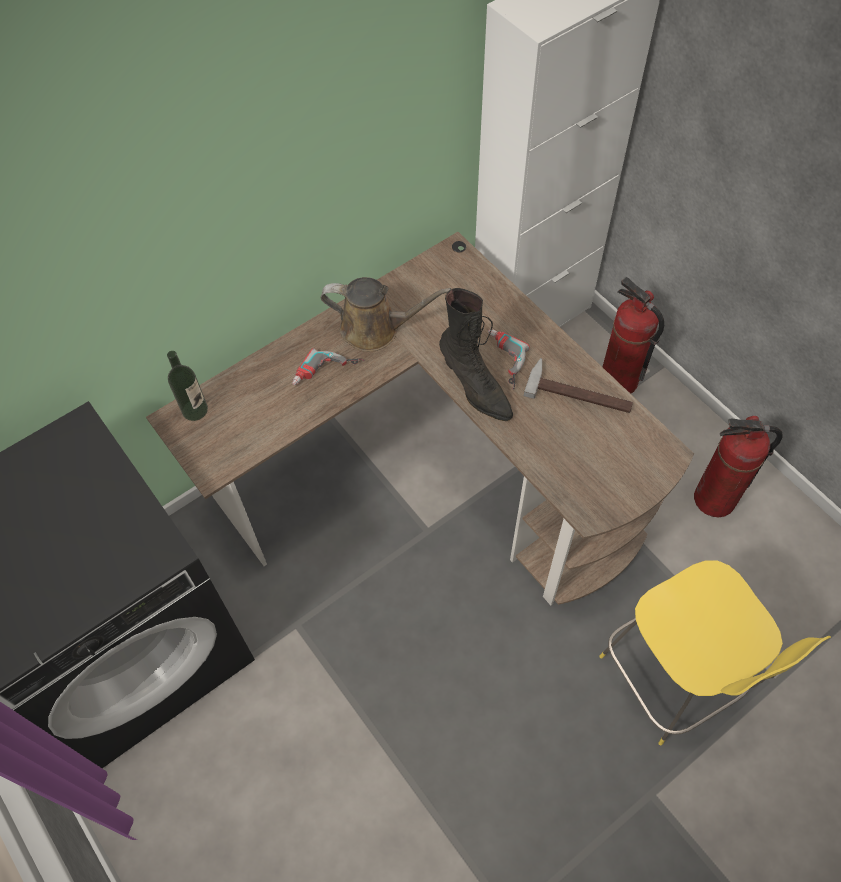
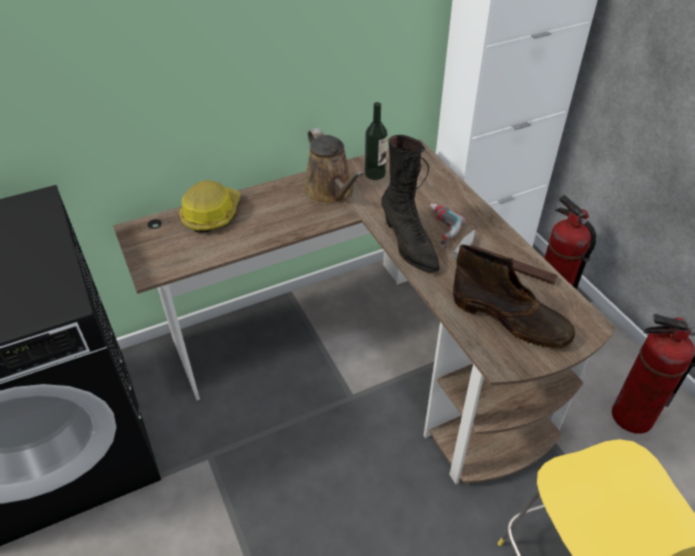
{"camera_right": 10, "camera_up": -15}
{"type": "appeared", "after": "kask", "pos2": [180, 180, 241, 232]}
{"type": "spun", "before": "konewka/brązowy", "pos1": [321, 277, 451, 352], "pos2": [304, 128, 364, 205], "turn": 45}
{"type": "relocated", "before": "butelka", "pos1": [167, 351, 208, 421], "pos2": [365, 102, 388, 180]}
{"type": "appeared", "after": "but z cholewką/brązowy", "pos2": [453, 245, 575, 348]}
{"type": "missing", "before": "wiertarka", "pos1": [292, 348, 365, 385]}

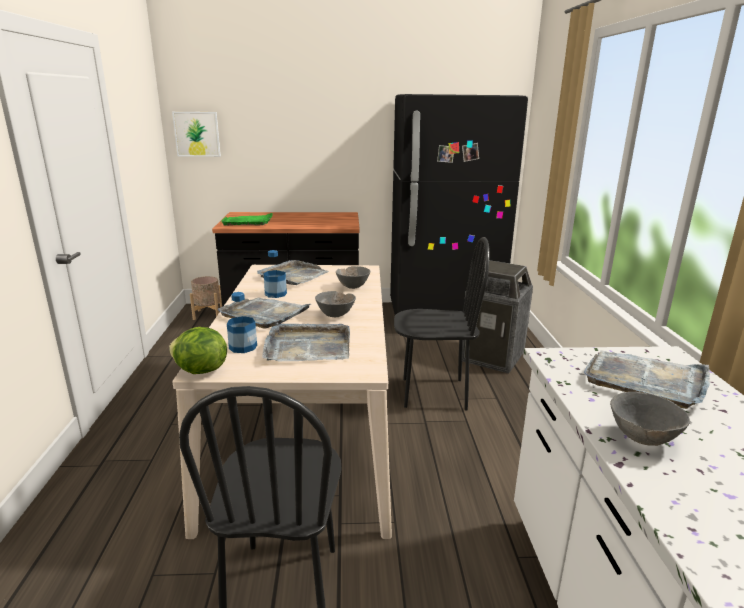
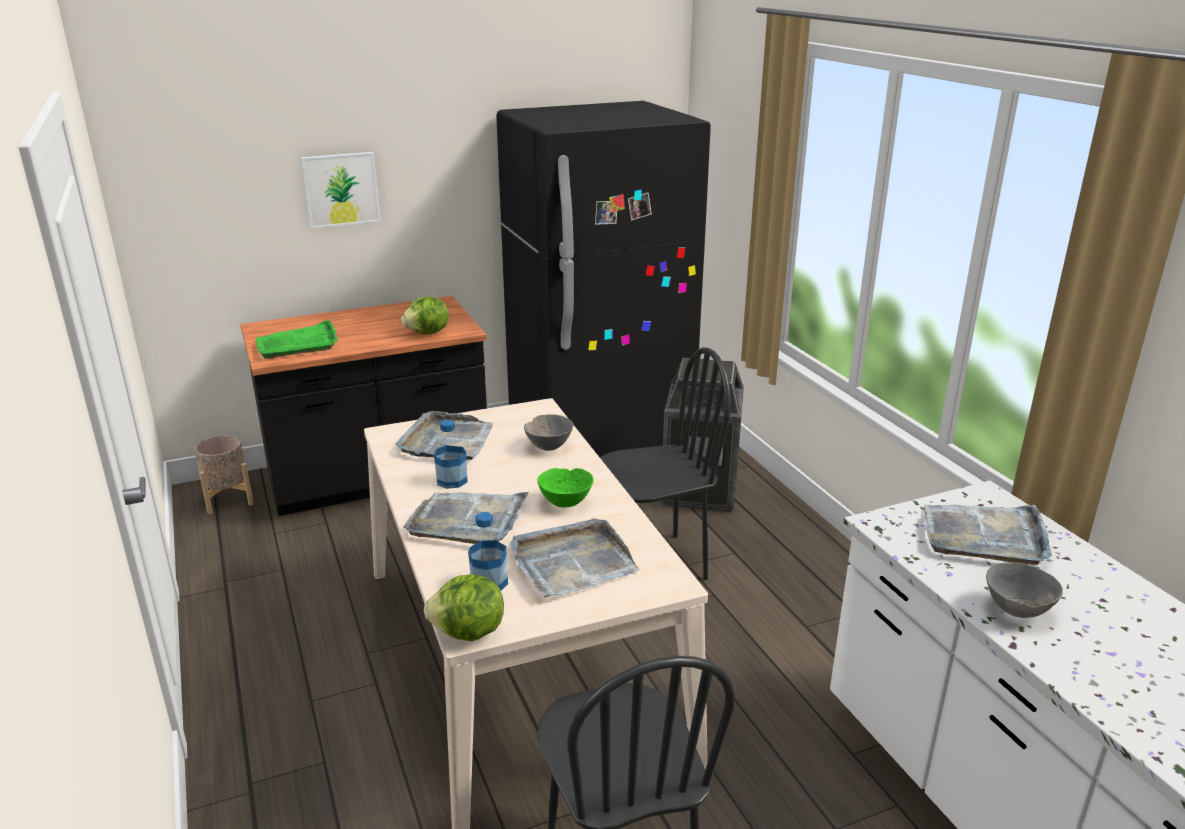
{"camera_right": -20, "camera_up": 5}
{"type": "relocated", "before": "obraz", "pos1": [172, 112, 221, 157], "pos2": [301, 152, 381, 229]}
{"type": "appeared", "after": "sałata", "pos2": [401, 296, 449, 334]}
{"type": "colour", "before": "miska/szary", "after": "miska/zielony", "pos1": [315, 291, 356, 317], "pos2": [537, 468, 594, 507]}

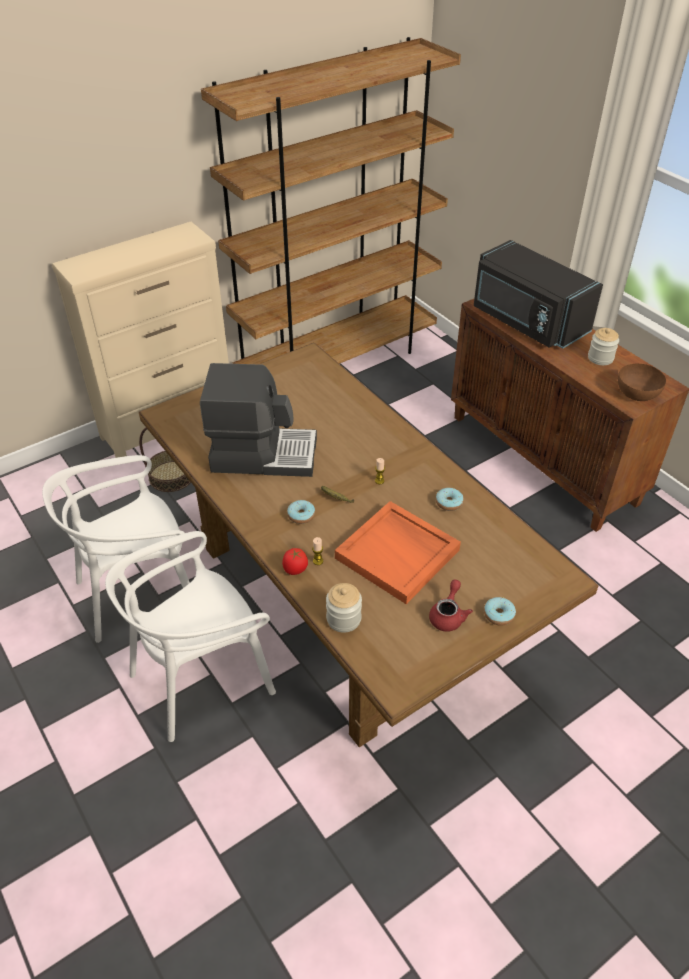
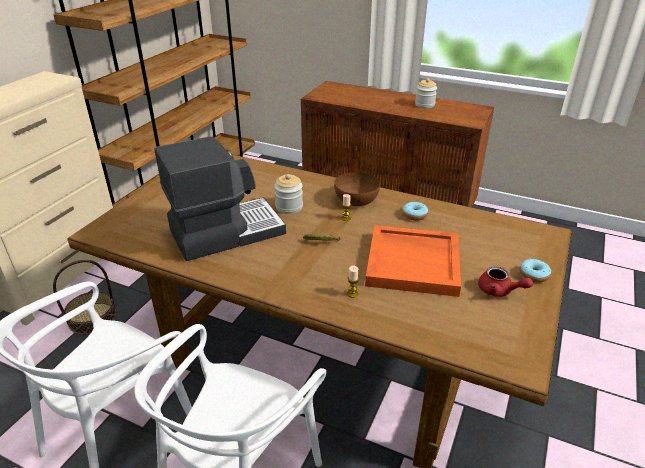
{"camera_right": -30, "camera_up": -10}
{"type": "relocated", "before": "słoik", "pos1": [326, 583, 362, 633], "pos2": [274, 174, 303, 214]}
{"type": "relocated", "before": "miska/brązowy", "pos1": [618, 364, 666, 401], "pos2": [334, 172, 380, 206]}
{"type": "spun", "before": "imbryk/czerwony", "pos1": [429, 579, 473, 632], "pos2": [478, 266, 533, 297], "turn": 135}
{"type": "missing", "before": "pomidor", "pos1": [282, 548, 308, 575]}
{"type": "missing", "before": "donut", "pos1": [287, 500, 315, 524]}
{"type": "missing", "before": "mikrofalówka/czarny", "pos1": [474, 240, 603, 349]}

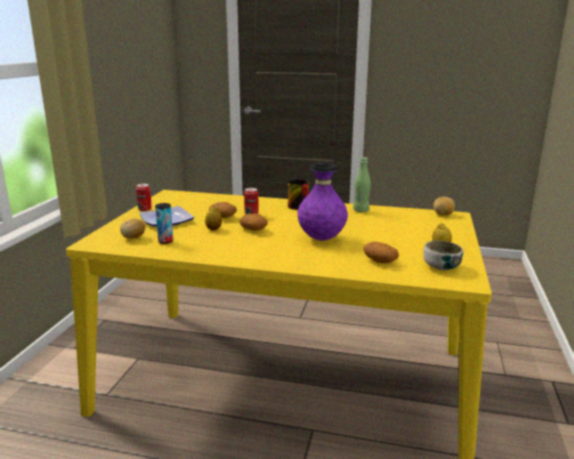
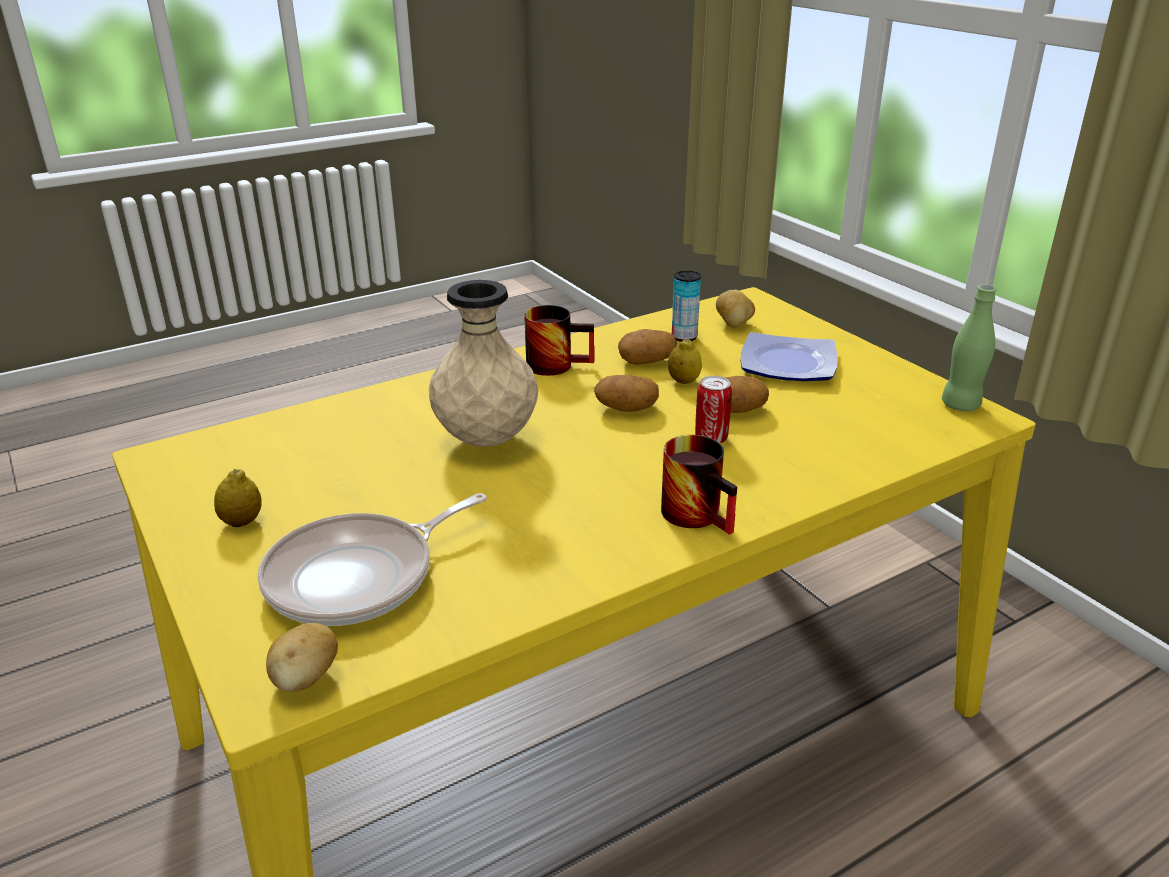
{"camera_right": 135, "camera_up": 10}
{"type": "appeared", "after": "patelnia", "pos2": [257, 493, 487, 626]}
{"type": "colour", "before": "wazon/fioletowy", "after": "wazon/beżowy", "pos1": [298, 163, 348, 241], "pos2": [429, 280, 538, 447]}
{"type": "appeared", "after": "kubek", "pos2": [524, 305, 594, 376]}
{"type": "relocated", "before": "ziemniak", "pos1": [363, 242, 399, 263], "pos2": [618, 329, 677, 365]}
{"type": "relocated", "before": "butelka/zielony", "pos1": [353, 157, 371, 212], "pos2": [942, 285, 997, 411]}
{"type": "missing", "before": "puszka", "pos1": [136, 184, 152, 212]}
{"type": "missing", "before": "miska", "pos1": [423, 241, 463, 270]}

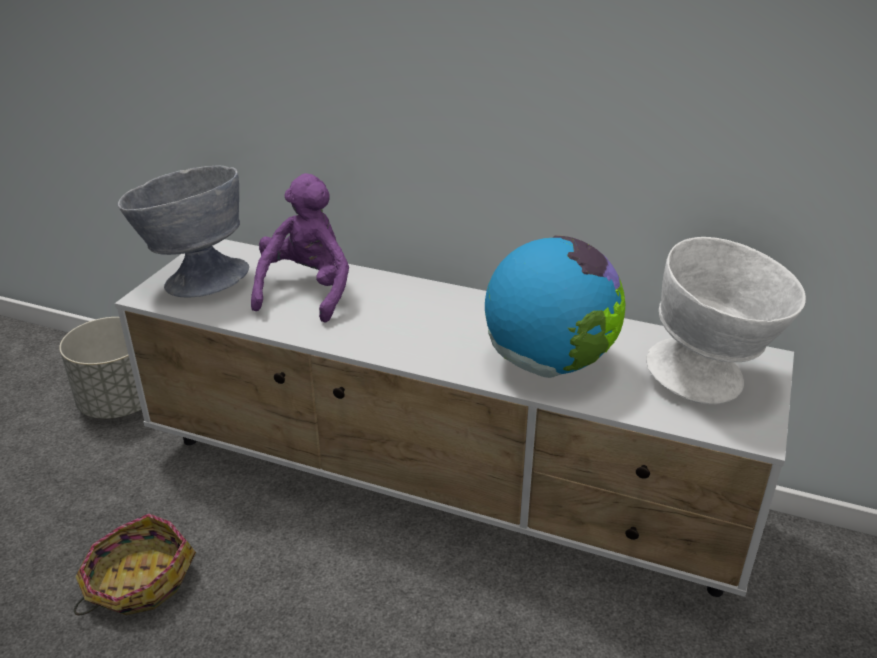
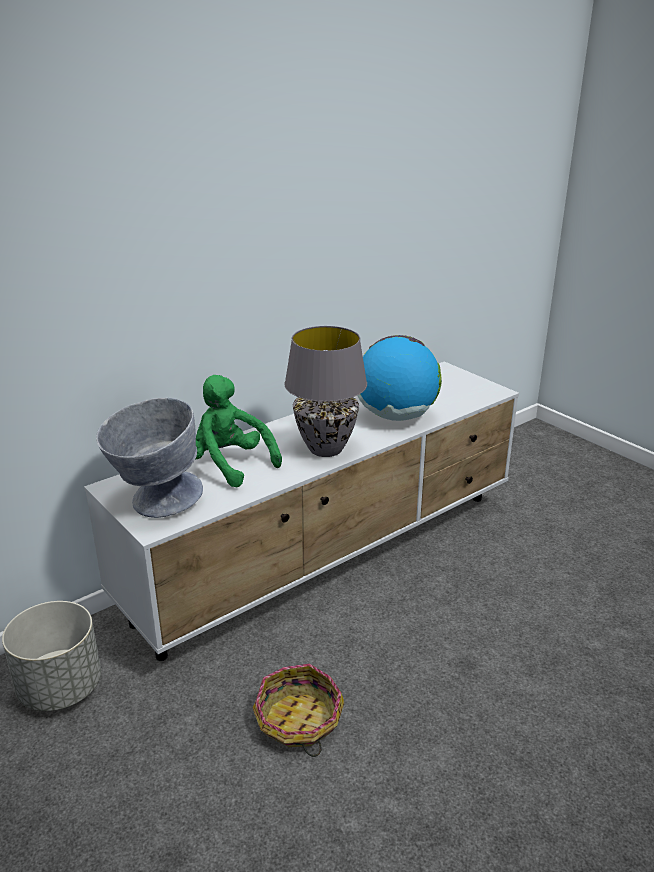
{"camera_right": -60, "camera_up": -5}
{"type": "colour", "before": "pluszak/fioletowy", "after": "pluszak/zielony", "pos1": [251, 173, 349, 323], "pos2": [196, 375, 282, 487]}
{"type": "appeared", "after": "lampa stołowa/szary", "pos2": [284, 326, 367, 457]}
{"type": "missing", "before": "miska/biały", "pos1": [646, 237, 806, 405]}

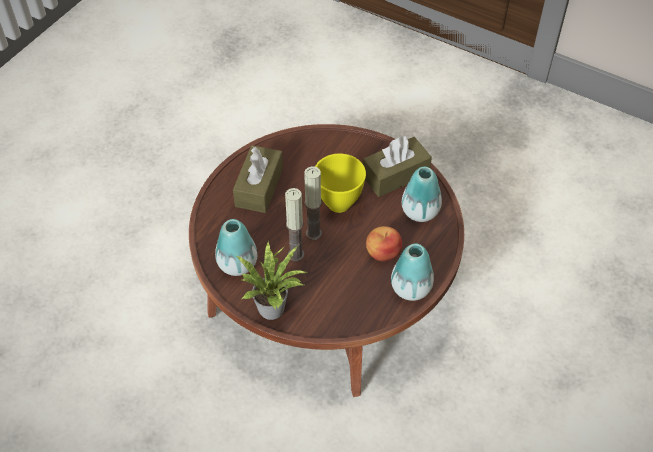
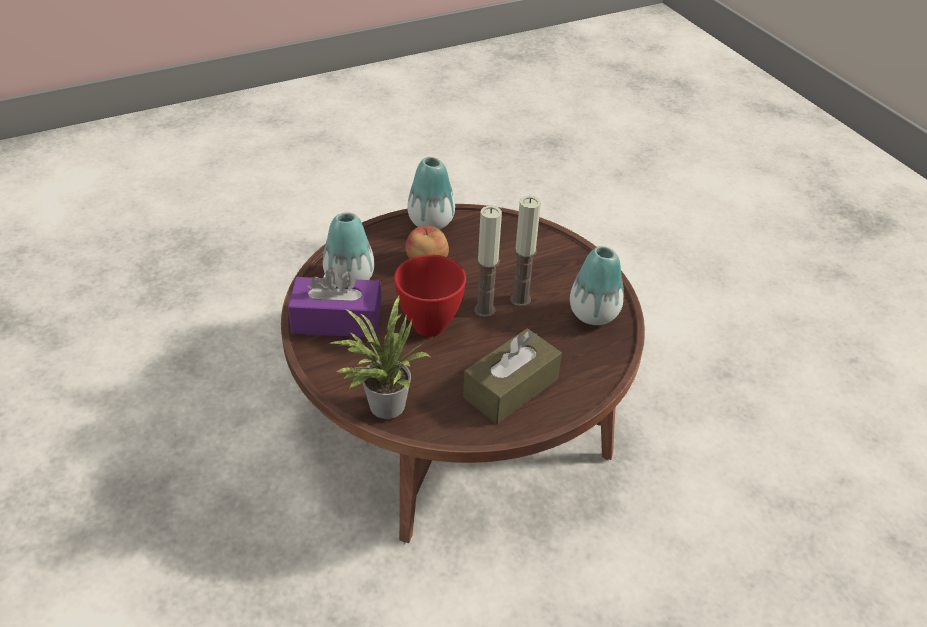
{"camera_right": -150, "camera_up": -10}
{"type": "colour", "before": "pudełko chusteczek/brązowy", "after": "pudełko chusteczek/fioletowy", "pos1": [363, 136, 432, 197], "pos2": [288, 267, 382, 338]}
{"type": "relocated", "before": "roślina doniczkowa", "pos1": [236, 242, 308, 320], "pos2": [329, 296, 429, 419]}
{"type": "colour", "before": "miska/żółty", "after": "miska/czerwony", "pos1": [315, 154, 366, 213], "pos2": [394, 254, 466, 337]}

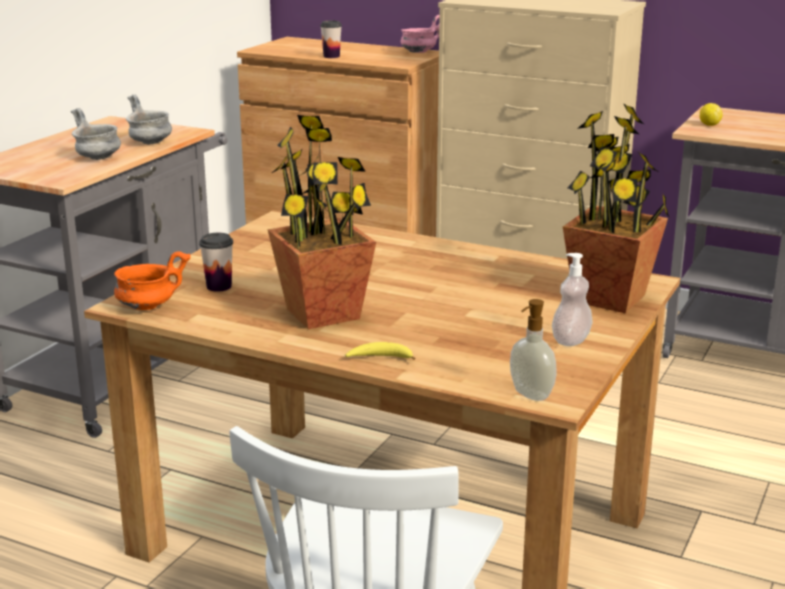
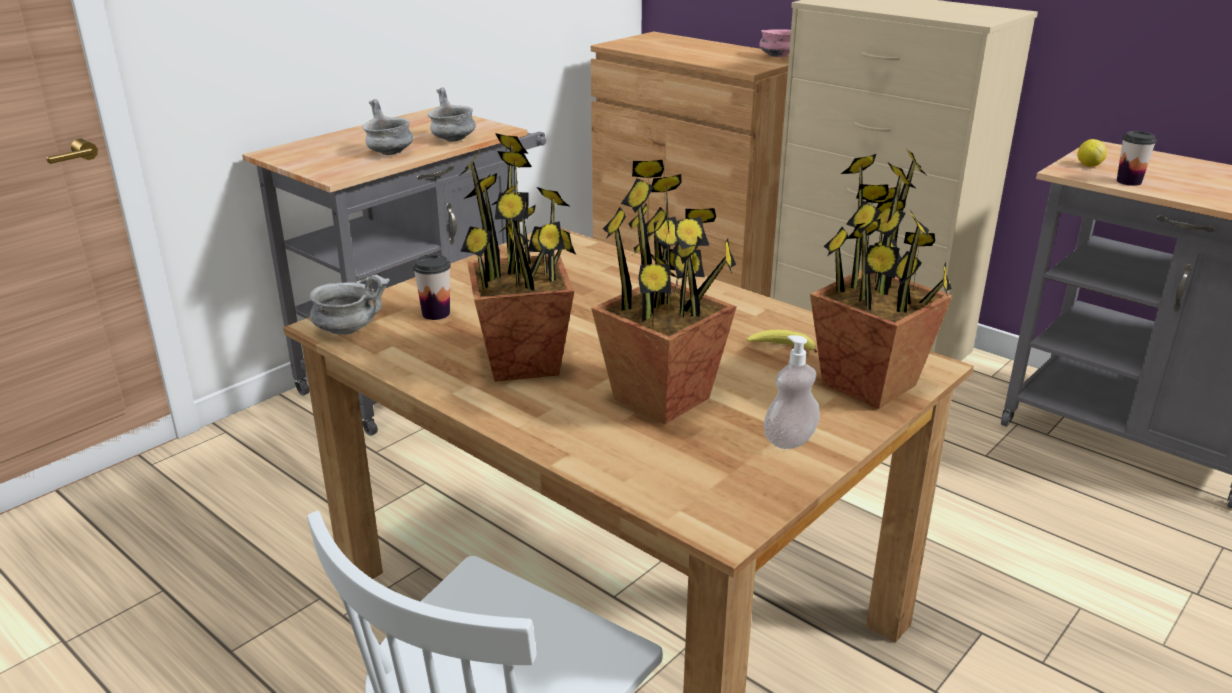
{"camera_right": 15, "camera_up": 5}
{"type": "colour", "before": "miska/pomarańczowy", "after": "miska/szary", "pos1": [114, 251, 191, 310], "pos2": [310, 275, 390, 335]}
{"type": "appeared", "after": "roślina doniczkowa", "pos2": [591, 160, 737, 424]}
{"type": "relocated", "before": "banan", "pos1": [345, 342, 415, 360], "pos2": [746, 330, 817, 353]}
{"type": "relocated", "before": "filiżanka", "pos1": [320, 20, 342, 58], "pos2": [1117, 131, 1157, 186]}
{"type": "missing", "before": "dozownik mydła", "pos1": [510, 299, 556, 401]}

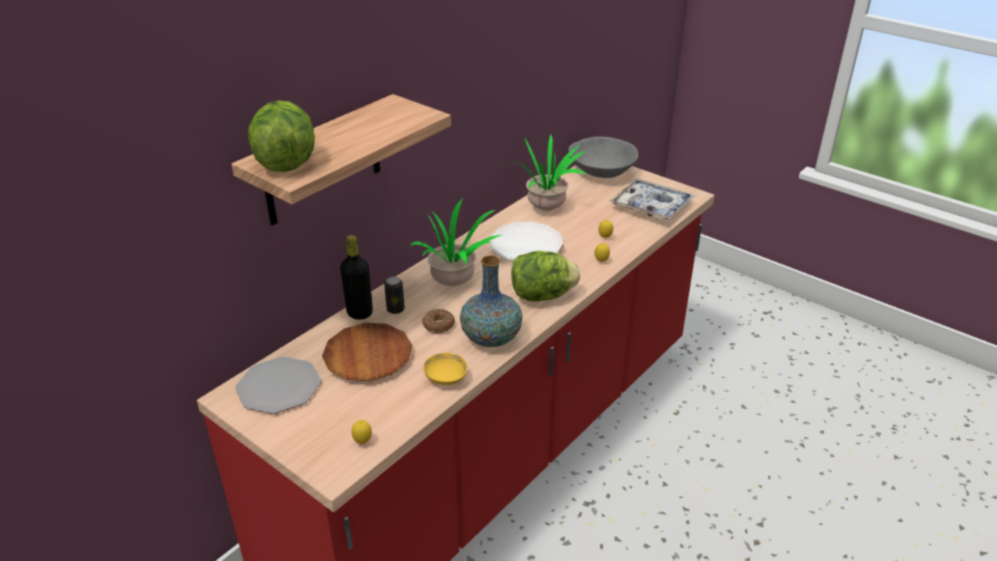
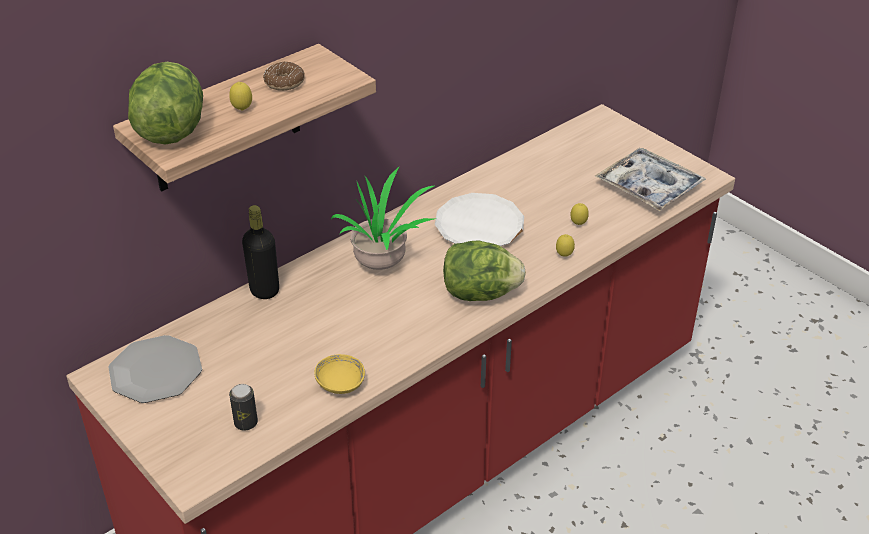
{"camera_right": 10, "camera_up": 5}
{"type": "relocated", "before": "cytryna", "pos1": [351, 420, 372, 444], "pos2": [229, 82, 252, 111]}
{"type": "relocated", "before": "puszka", "pos1": [384, 276, 405, 314], "pos2": [229, 384, 258, 431]}
{"type": "relocated", "before": "donut", "pos1": [422, 309, 455, 333], "pos2": [263, 62, 305, 91]}
{"type": "missing", "before": "talerz/brązowy", "pos1": [322, 323, 413, 381]}
{"type": "missing", "before": "wazon", "pos1": [460, 256, 522, 347]}
{"type": "missing", "before": "roślina doniczkowa", "pos1": [500, 134, 587, 211]}
{"type": "missing", "before": "miska/szary", "pos1": [569, 137, 638, 178]}

